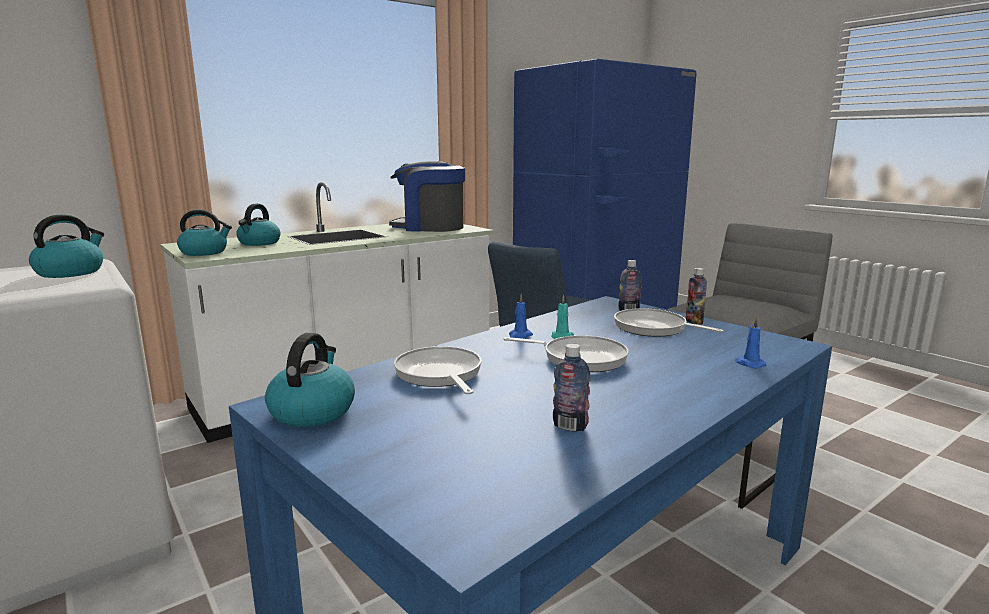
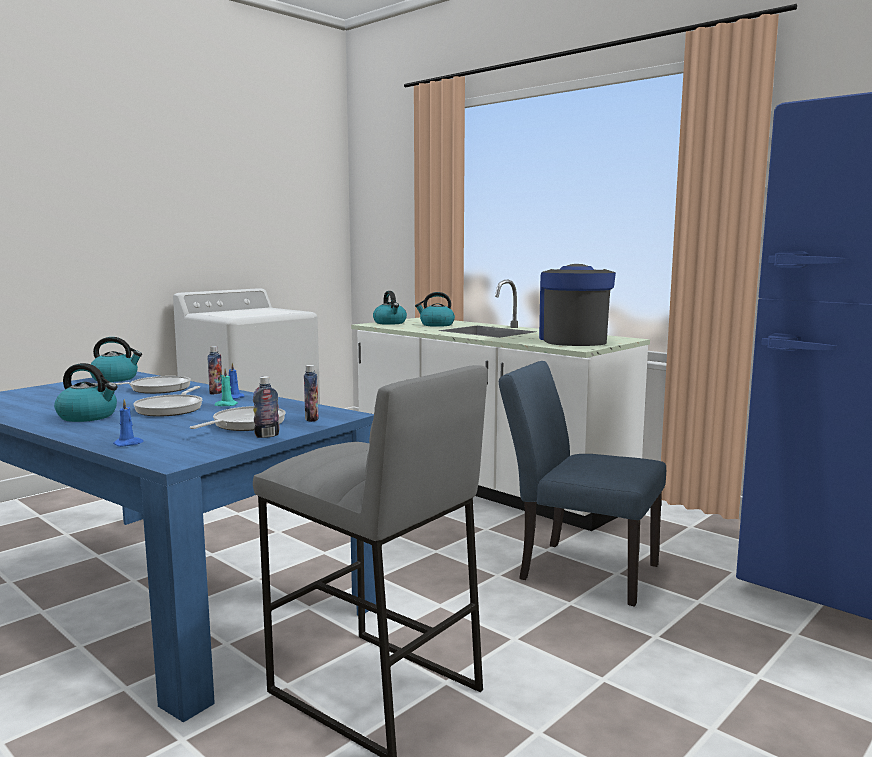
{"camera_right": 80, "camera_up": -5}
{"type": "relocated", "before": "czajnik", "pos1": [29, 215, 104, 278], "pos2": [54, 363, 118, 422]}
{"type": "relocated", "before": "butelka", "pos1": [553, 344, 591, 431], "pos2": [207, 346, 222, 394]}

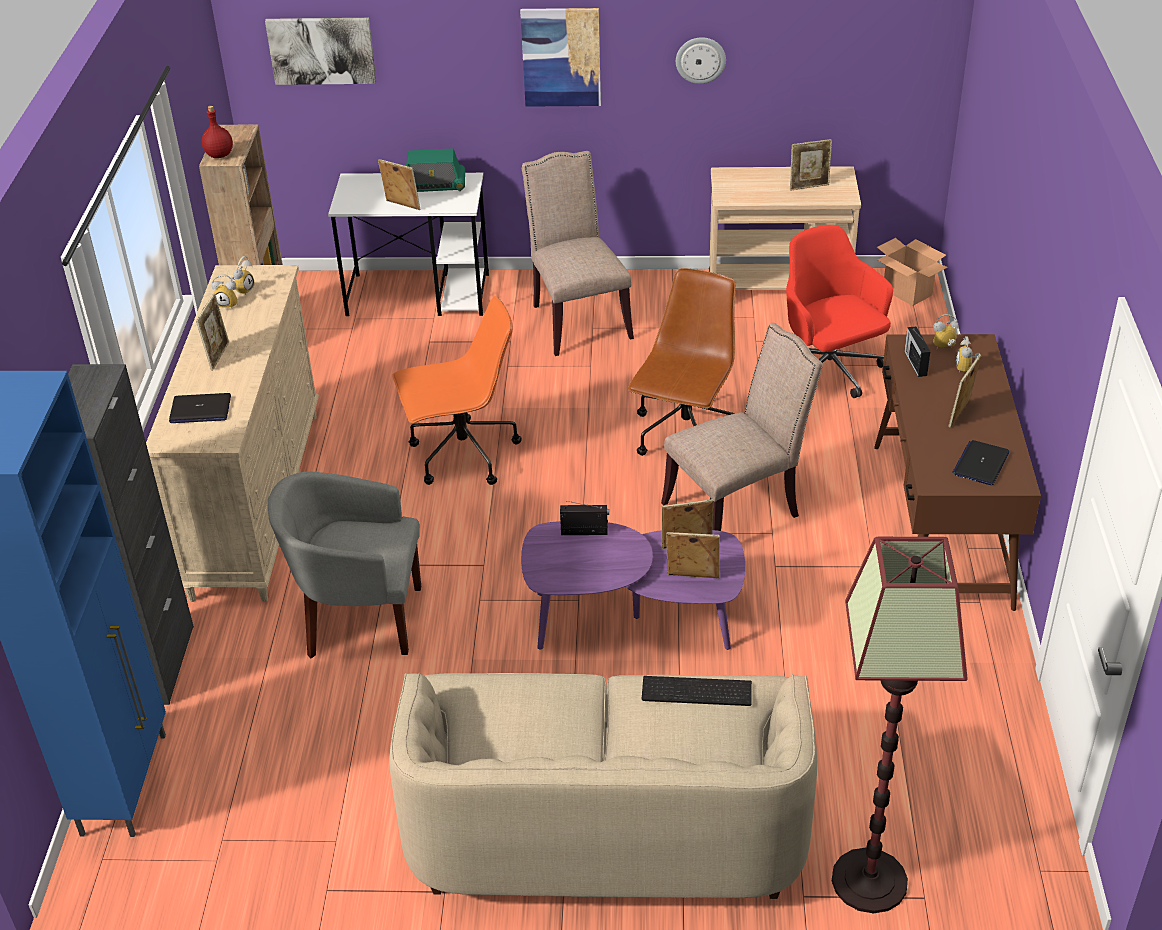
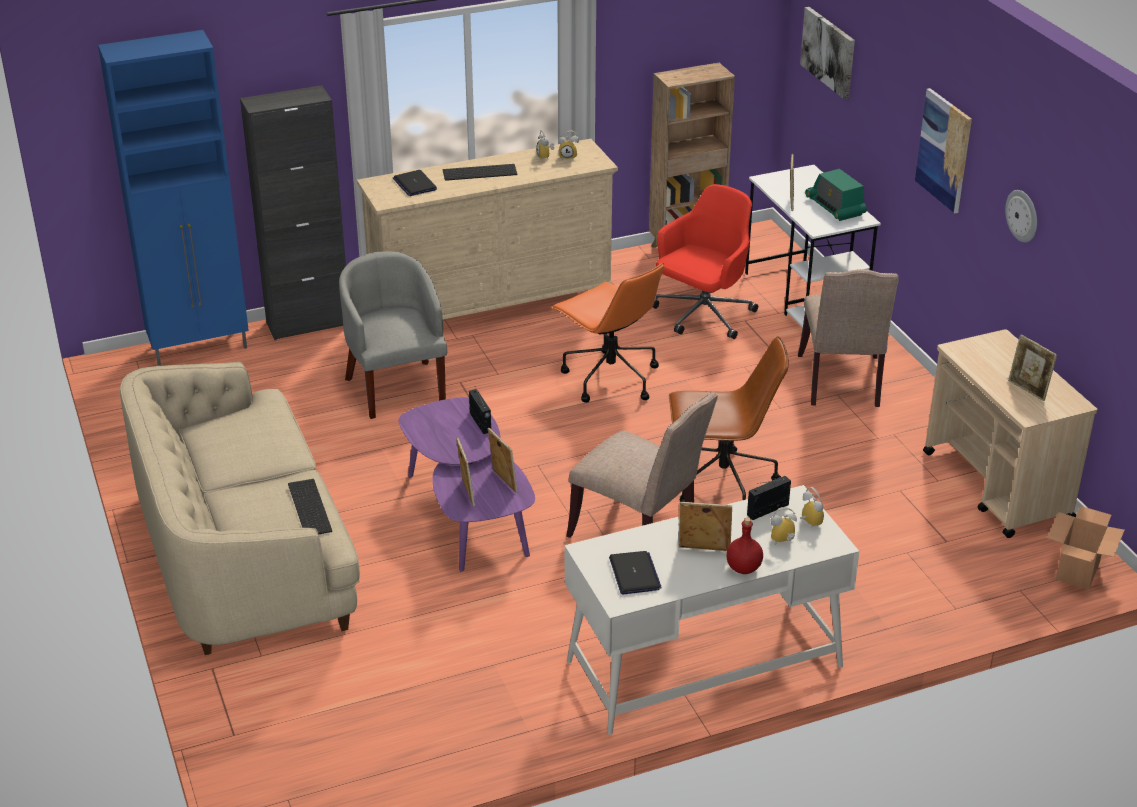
{"camera_right": 65, "camera_up": -5}
{"type": "exchanged", "before": "ramka na zdjęcie", "after": "klawiatura", "pos1": [196, 294, 229, 371], "pos2": [443, 164, 517, 181]}
{"type": "colour", "before": "biurko/brązowy", "after": "biurko/biały", "pos1": [874, 334, 1041, 611], "pos2": [565, 485, 859, 735]}
{"type": "spun", "before": "laptop", "pos1": [952, 440, 1009, 485], "pos2": [609, 551, 662, 594], "turn": 75}
{"type": "relocated", "before": "krzesło biurowe/czerwony", "pos1": [786, 225, 893, 398], "pos2": [653, 184, 758, 339]}
{"type": "relocated", "before": "butelka/czerwony", "pos1": [202, 106, 233, 158], "pos2": [726, 518, 763, 574]}
{"type": "spun", "before": "krzesło/beżowy", "pos1": [522, 151, 634, 356], "pos2": [798, 269, 899, 407], "turn": 135}
{"type": "missing", "before": "lampa stojąca", "pos1": [832, 537, 968, 913]}

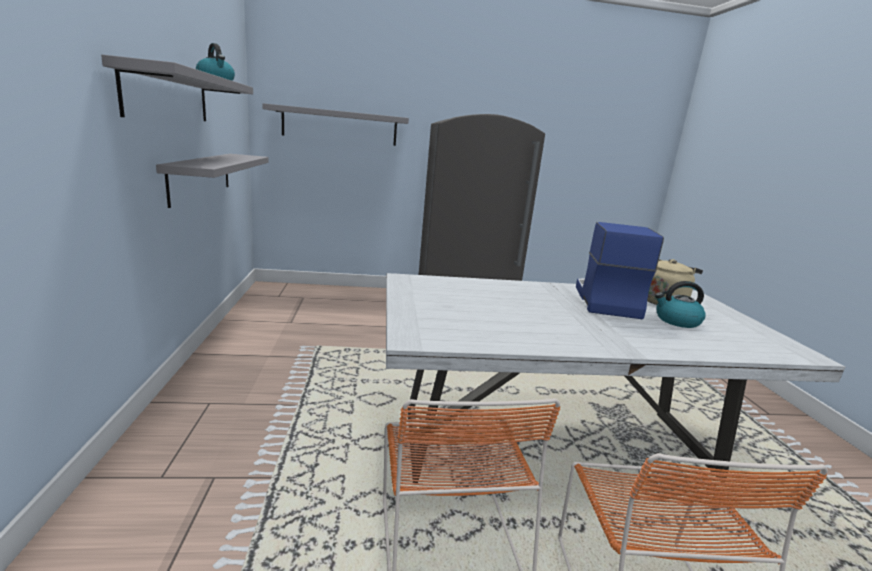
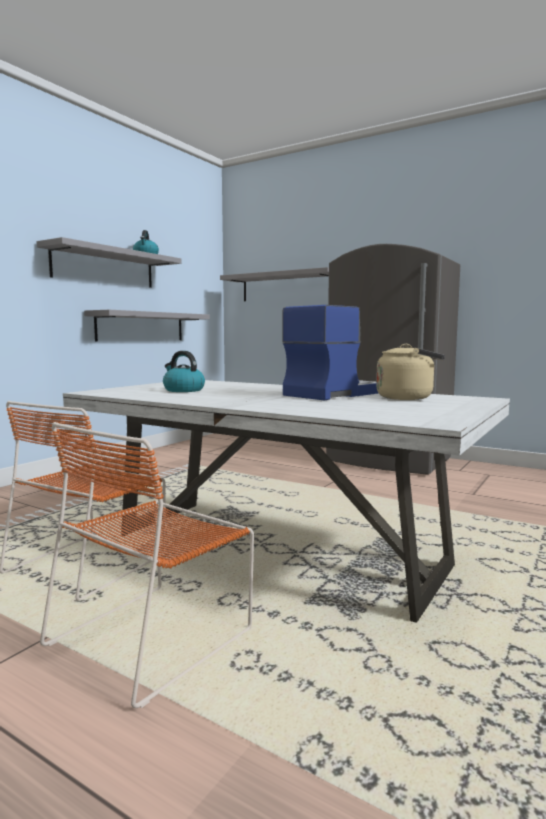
{"camera_right": 40, "camera_up": -10}
{"type": "relocated", "before": "czajnik", "pos1": [655, 281, 706, 328], "pos2": [163, 351, 205, 392]}

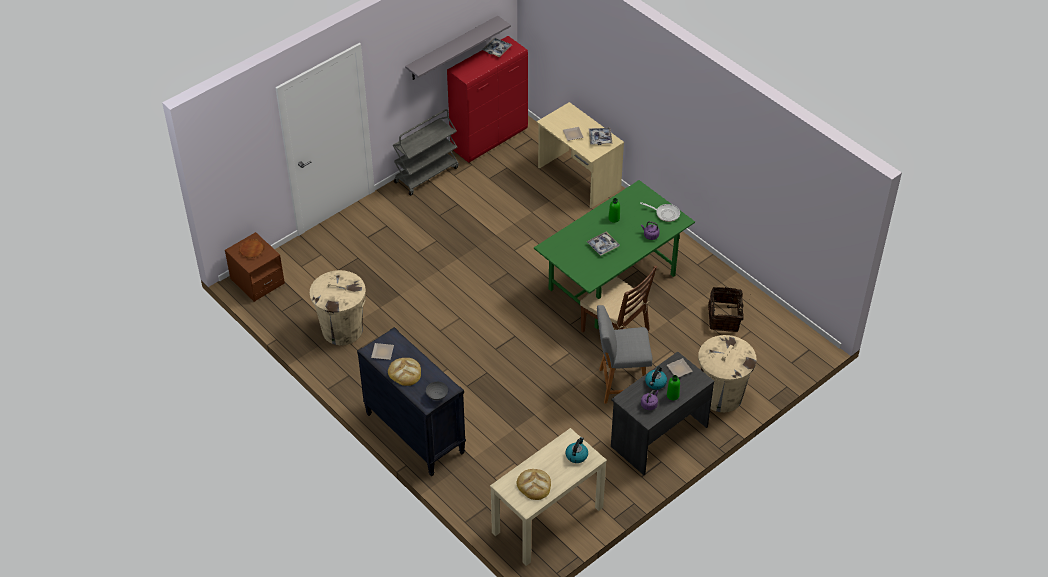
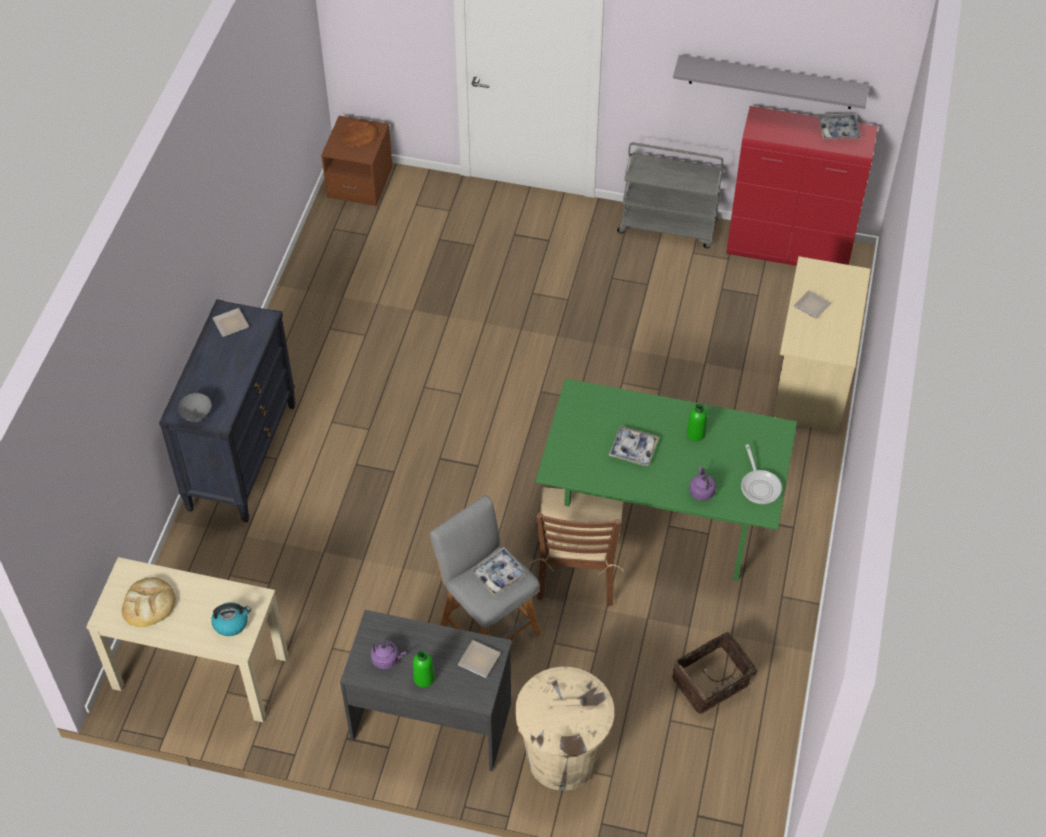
{"camera_right": 55, "camera_up": 5}
{"type": "relocated", "before": "taca", "pos1": [589, 128, 612, 145], "pos2": [471, 547, 529, 596]}
{"type": "missing", "before": "kosz na śmieci/beżowy", "pos1": [310, 270, 366, 345]}
{"type": "missing", "before": "chleb", "pos1": [388, 358, 421, 386]}
{"type": "missing", "before": "czajnik", "pos1": [645, 366, 667, 390]}

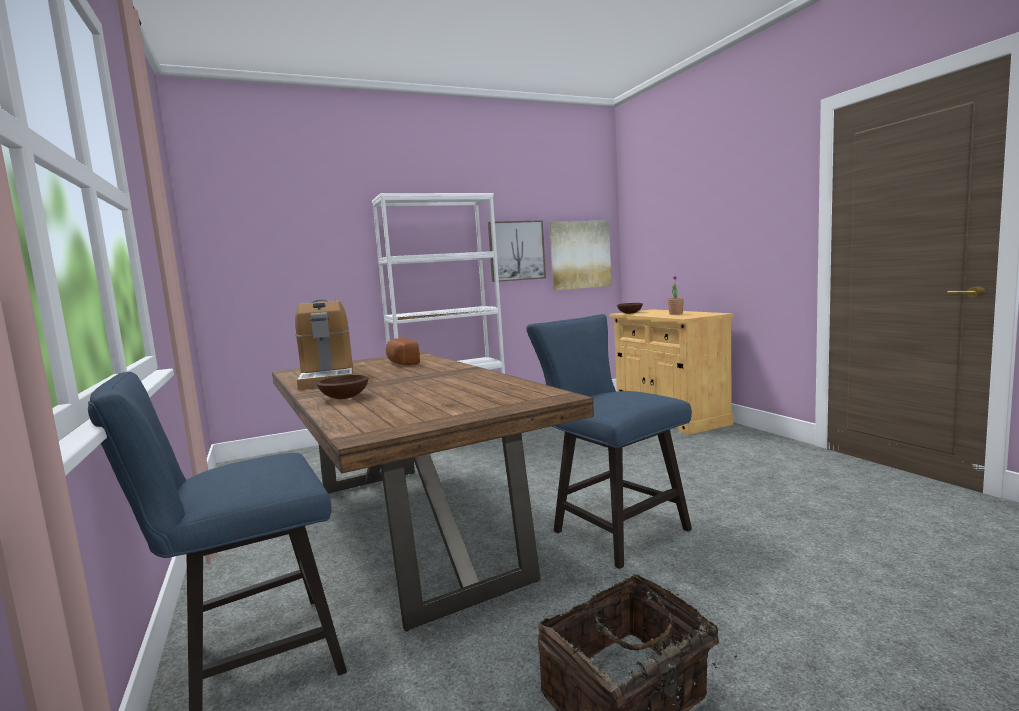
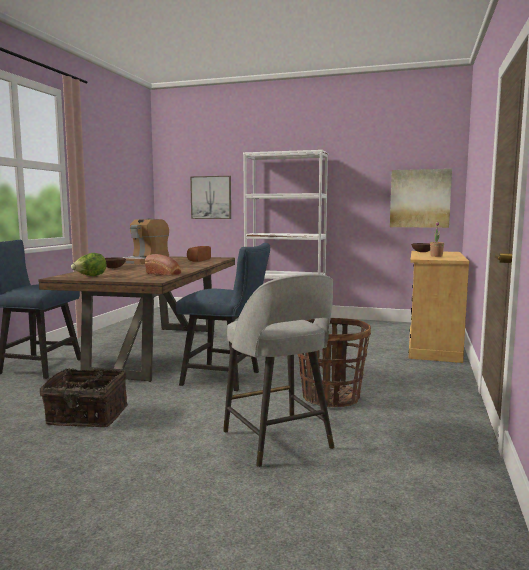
{"camera_right": 40, "camera_up": 0}
{"type": "appeared", "after": "sałata", "pos2": [71, 253, 107, 276]}
{"type": "appeared", "after": "chleb", "pos2": [145, 254, 181, 276]}
{"type": "spun", "before": "krzesło/niebieski", "pos1": [526, 314, 692, 569], "pos2": [176, 243, 270, 391], "turn": 105}
{"type": "relocated", "before": "obraz", "pos1": [488, 220, 546, 282], "pos2": [190, 176, 231, 219]}
{"type": "appeared", "after": "stołek/szary", "pos2": [223, 274, 334, 467]}
{"type": "appeared", "after": "koszyk", "pos2": [297, 318, 371, 407]}

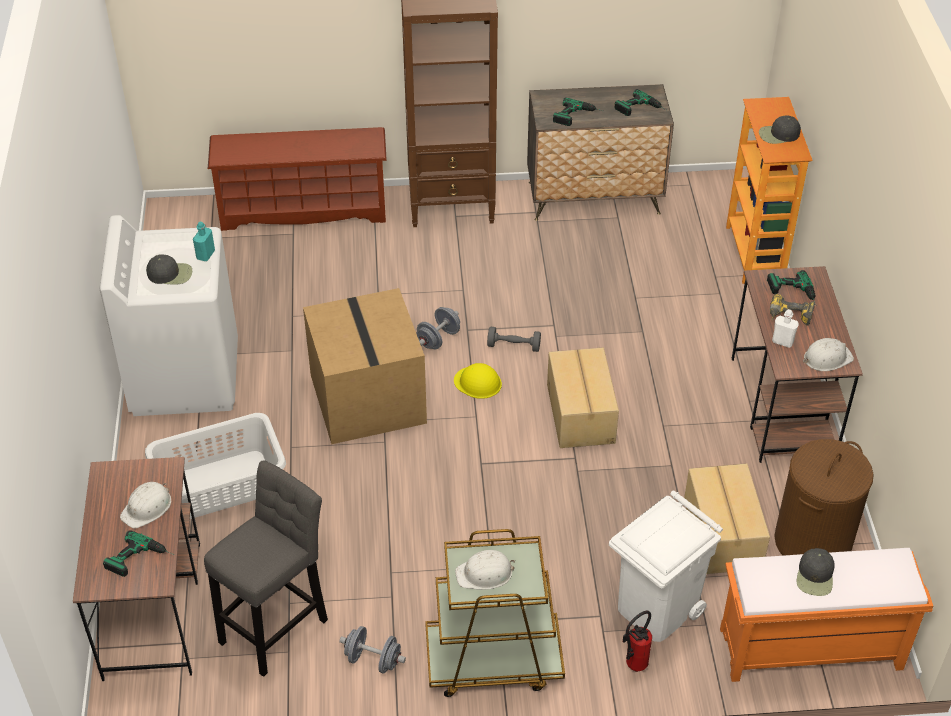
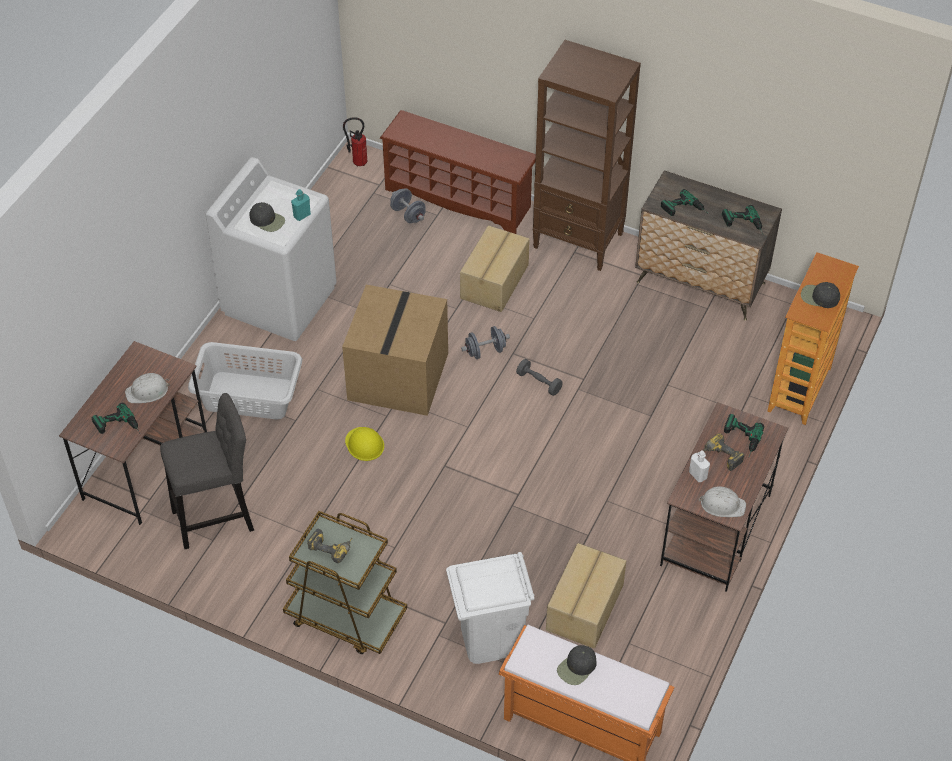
{"camera_right": 30, "camera_up": 5}
{"type": "exchanged", "before": "kask/biały", "after": "wiertarka", "pos1": [455, 550, 515, 590], "pos2": [307, 529, 352, 563]}
{"type": "relocated", "before": "gaśnica", "pos1": [623, 611, 652, 672], "pos2": [343, 117, 367, 167]}
{"type": "relocated", "before": "kask/żółty", "pos1": [454, 363, 502, 399], "pos2": [345, 427, 384, 461]}
{"type": "relocated", "before": "hantel/szary", "pos1": [339, 626, 406, 674], "pos2": [390, 188, 426, 223]}
{"type": "relocated", "before": "karton", "pos1": [547, 348, 619, 448], "pos2": [460, 225, 530, 312]}
{"type": "missing", "before": "kosz na pranie/brązowy", "pos1": [774, 439, 874, 556]}

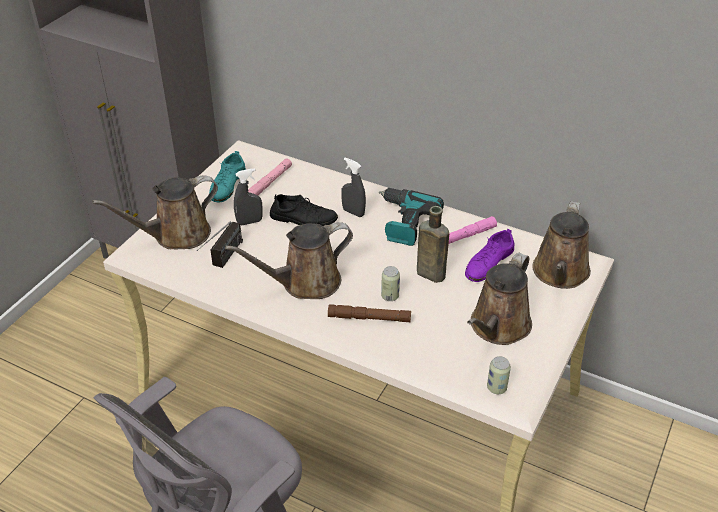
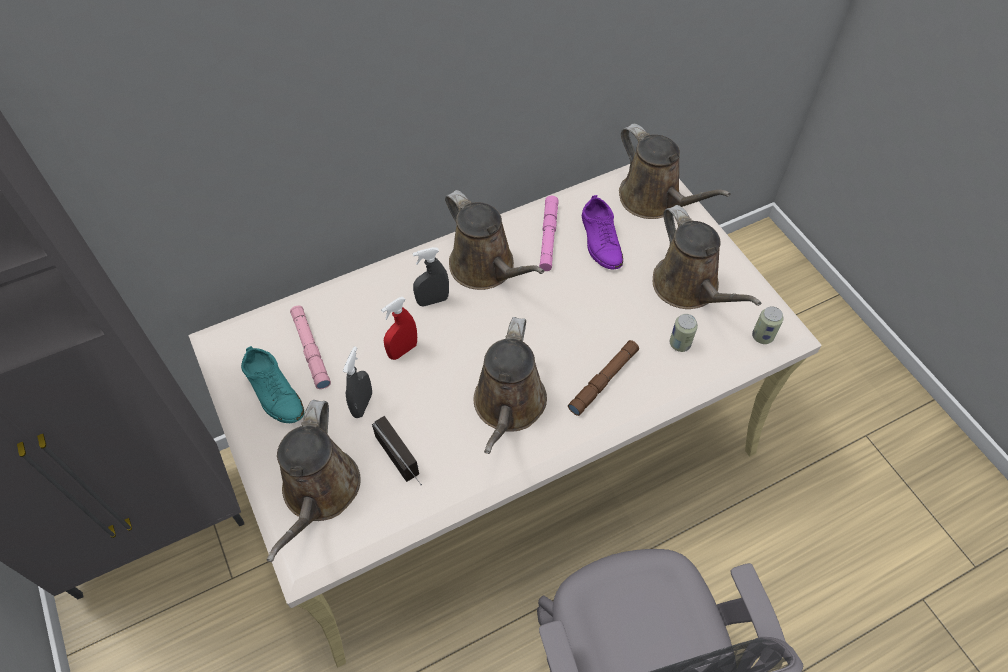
{"camera_right": -55, "camera_up": 15}
{"type": "exchanged", "before": "but/czarny", "after": "spryskiwacz/czerwony", "pos1": [270, 194, 338, 226], "pos2": [381, 297, 417, 360]}
{"type": "exchanged", "before": "wiertarka", "after": "konewka/brązowy", "pos1": [379, 188, 444, 246], "pos2": [445, 190, 544, 290]}
{"type": "relocated", "before": "puszka", "pos1": [381, 266, 400, 301], "pos2": [670, 314, 698, 352]}
{"type": "missing", "before": "butelka/brązowy", "pos1": [417, 206, 449, 283]}

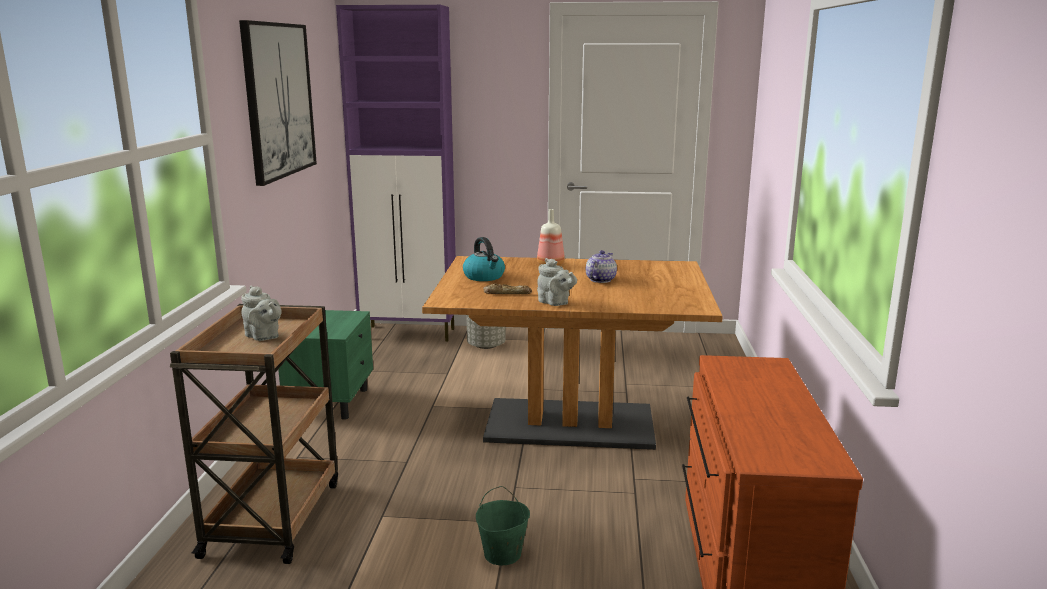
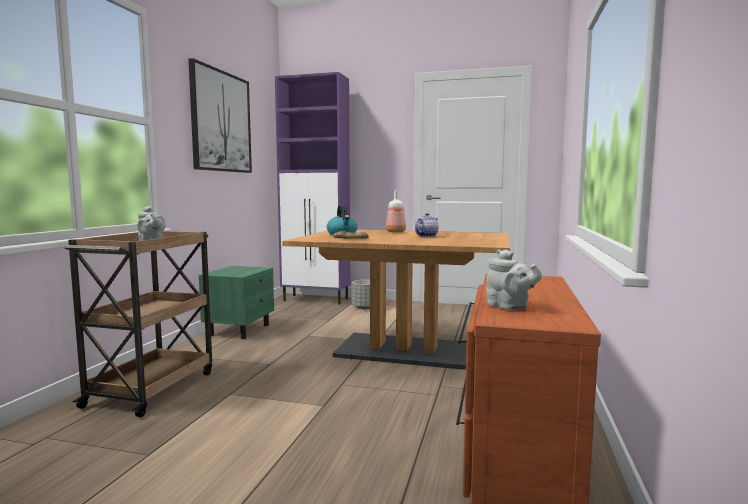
{"camera_right": 10, "camera_up": -10}
{"type": "relocated", "before": "imbryk/szary", "pos1": [537, 258, 577, 306], "pos2": [486, 250, 542, 310]}
{"type": "missing", "before": "wiadro/zielony", "pos1": [476, 486, 530, 565]}

